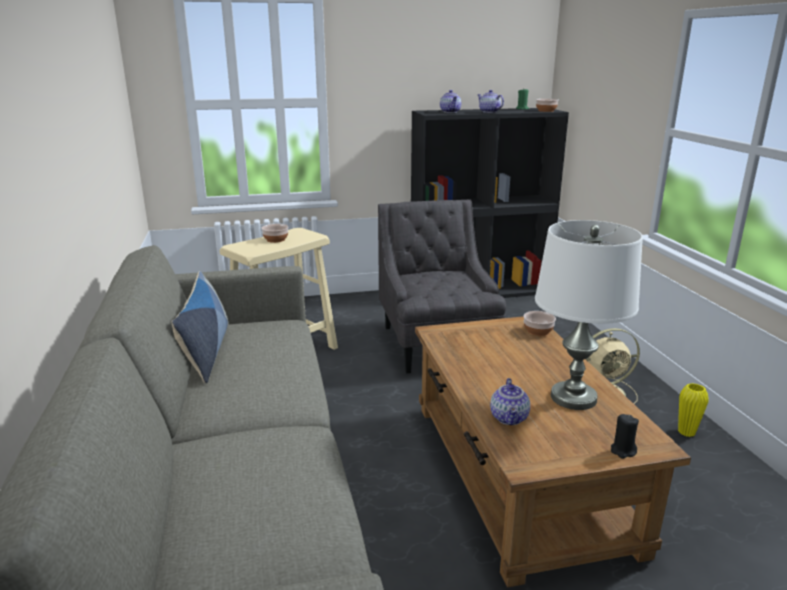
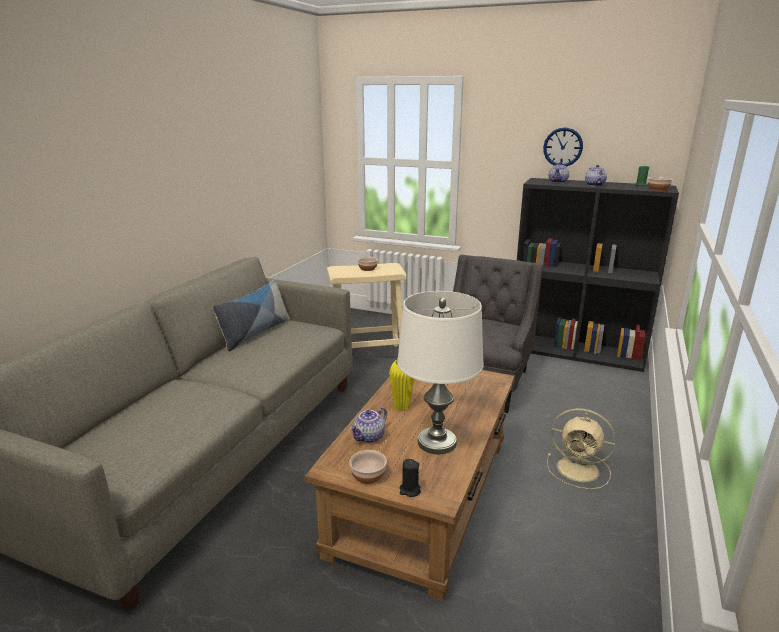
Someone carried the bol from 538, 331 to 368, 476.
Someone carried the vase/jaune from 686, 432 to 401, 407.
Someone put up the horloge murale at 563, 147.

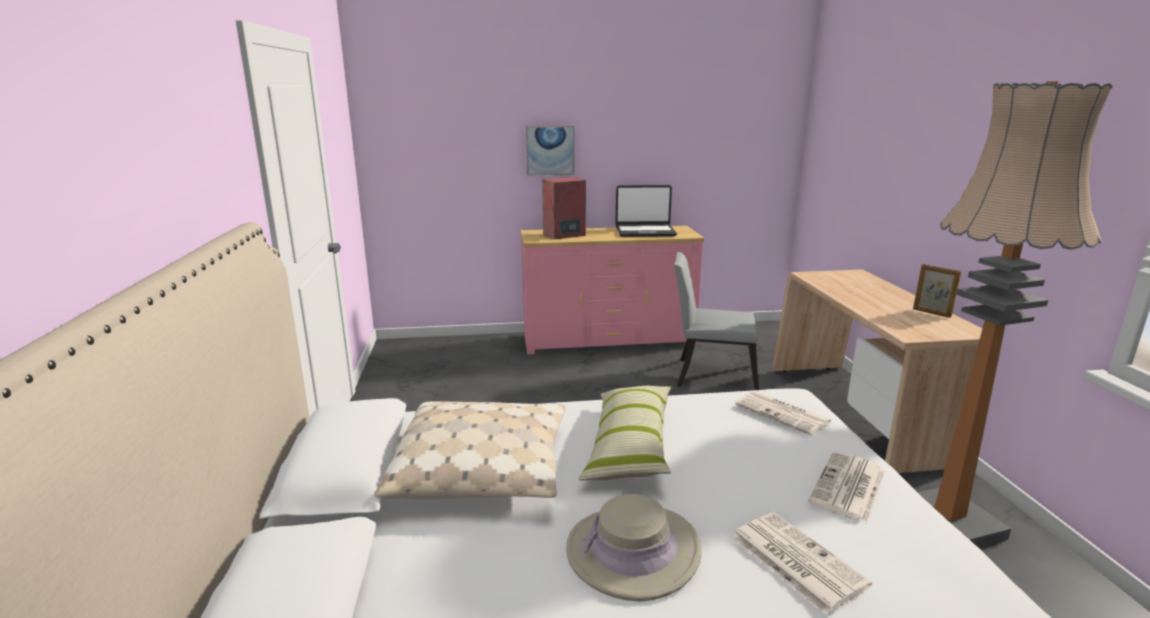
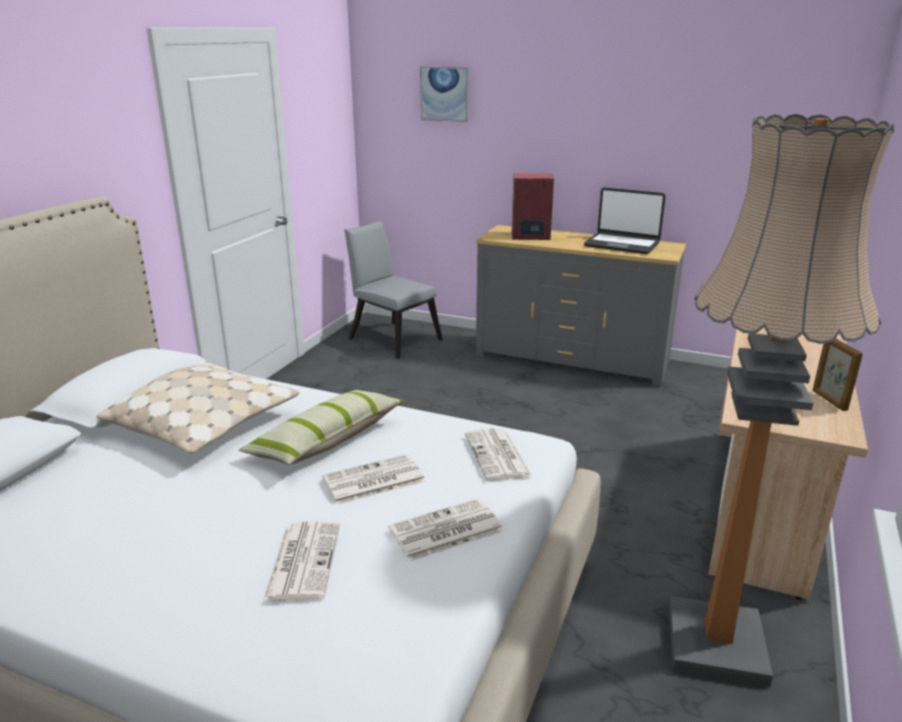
Someone put down the journal at 373, 481.
Someone carried the chaise/gris from 710, 375 to 392, 338.
Someone carried the tableau from 550, 150 to 444, 94.
Someone repainted the commode/rose at 607, 340, which became the commode/gris at 571, 358.
Someone took away the chapeau/beige at 633, 551.

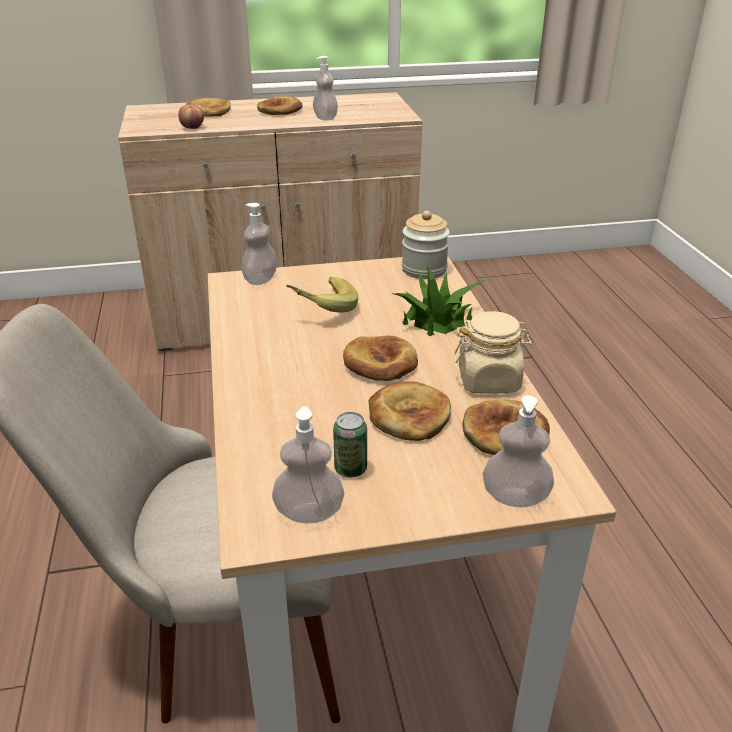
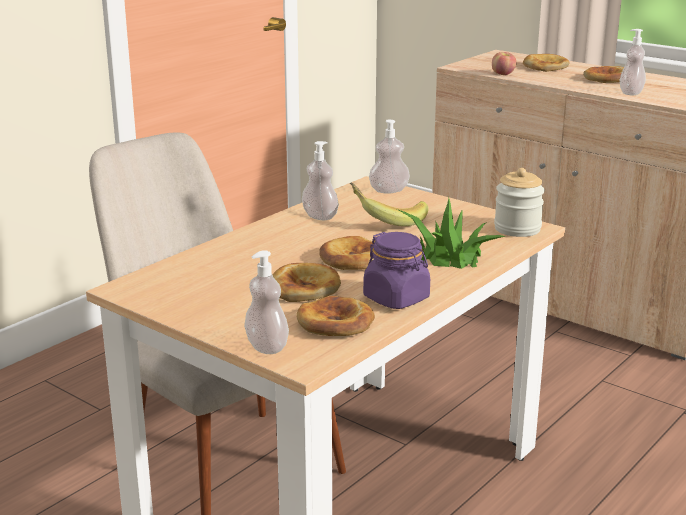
Someone carried the distributeur de savon from 309, 513 to 320, 216.
Someone repainted the bocal/beige at 489, 380, which became the bocal/violet at 396, 298.
Someone took away the boîte métallique at 350, 469.

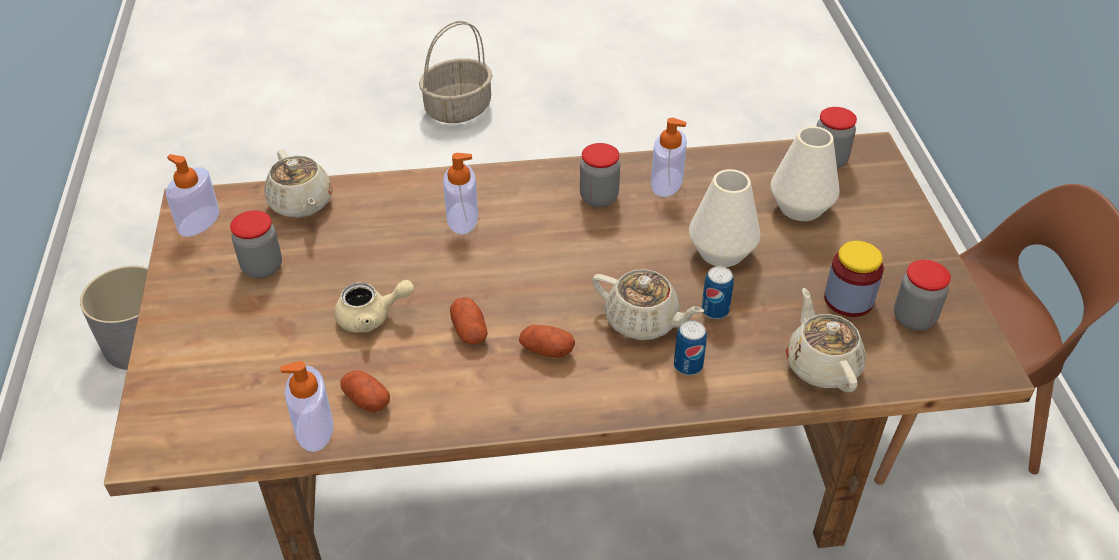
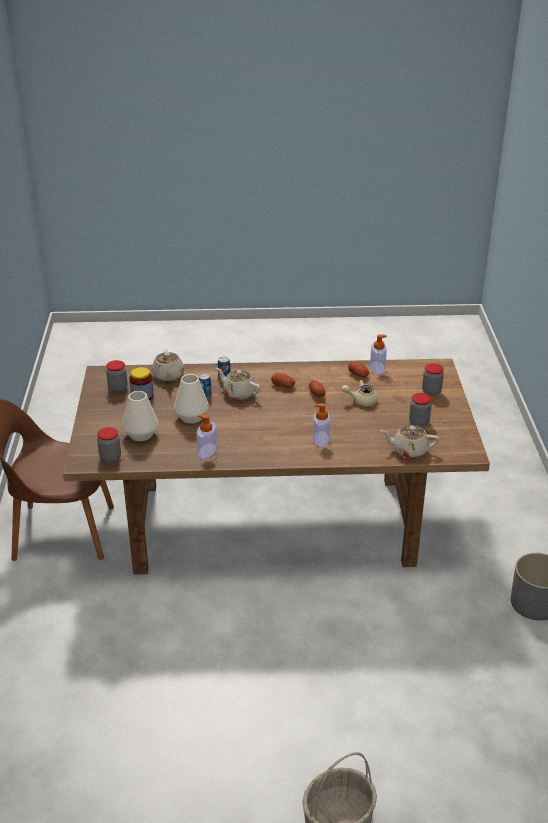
Someone rotated the théière/beige at 301, 204 by 60 degrees counterclockwise.
Someone carried the bocal from 599, 198 to 431, 391.
Someone took away the distributeur de savon at 199, 221.

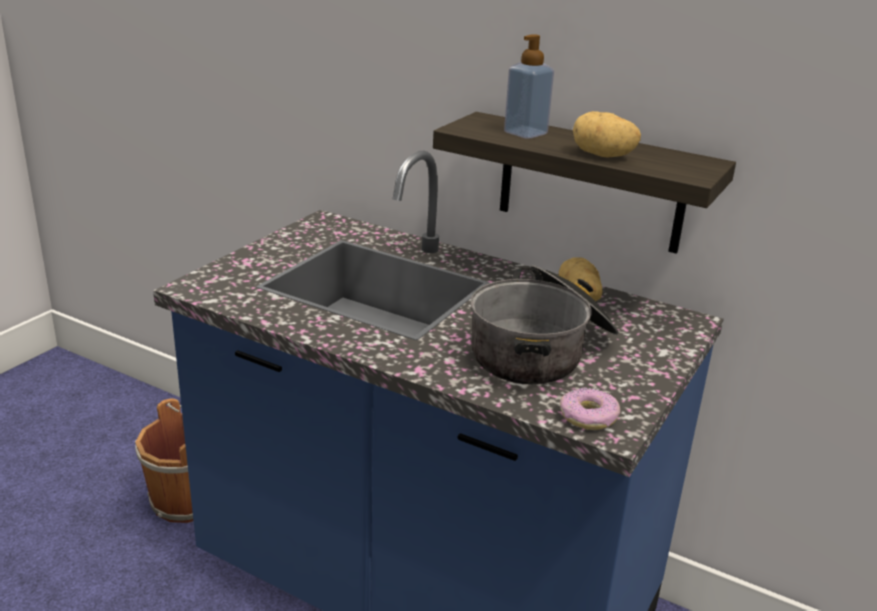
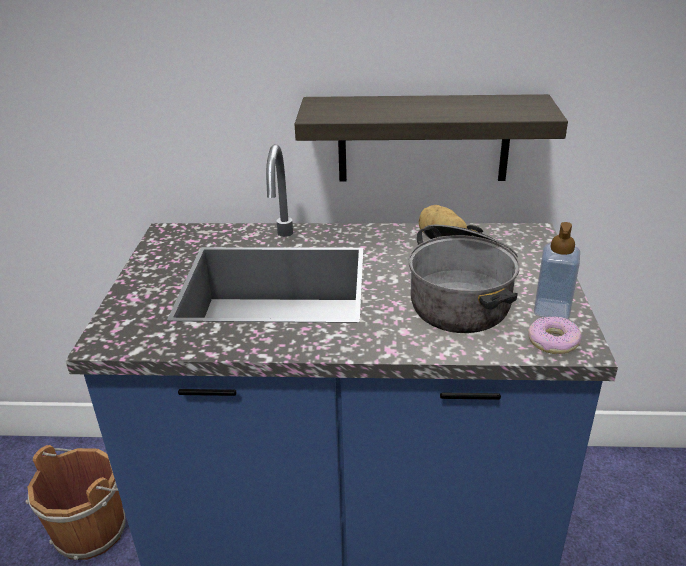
Someone carried the distributeur de savon from 525, 133 to 551, 309.
Someone took away the pomme de terre at 602, 155.

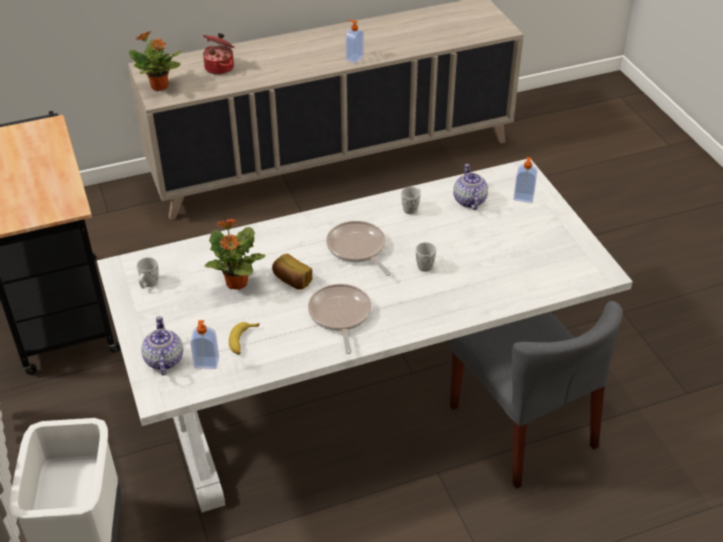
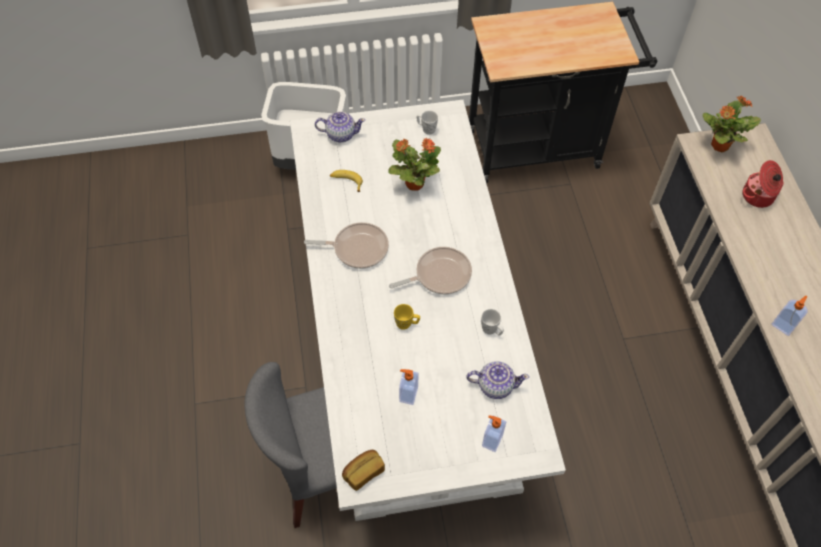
Someone carried the pain from 292, 280 to 363, 472.
Someone repainted the mug/blanc at 424, 264, which became the mug/jaune at 407, 324.
Someone carried the distributeur de savon from 206, 363 to 407, 394.

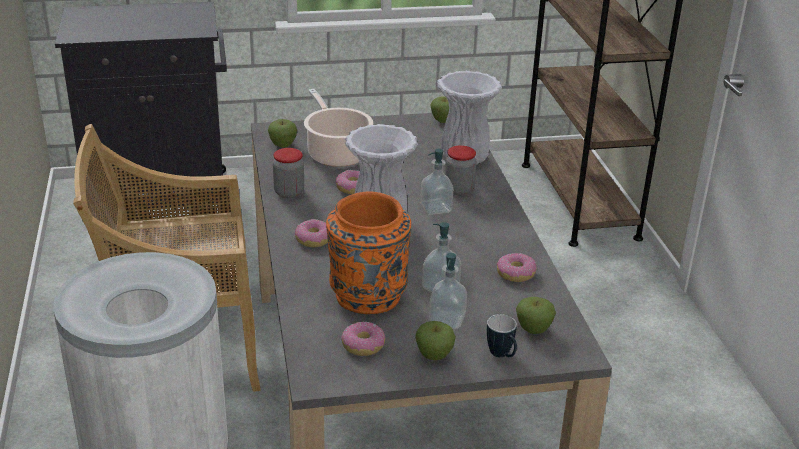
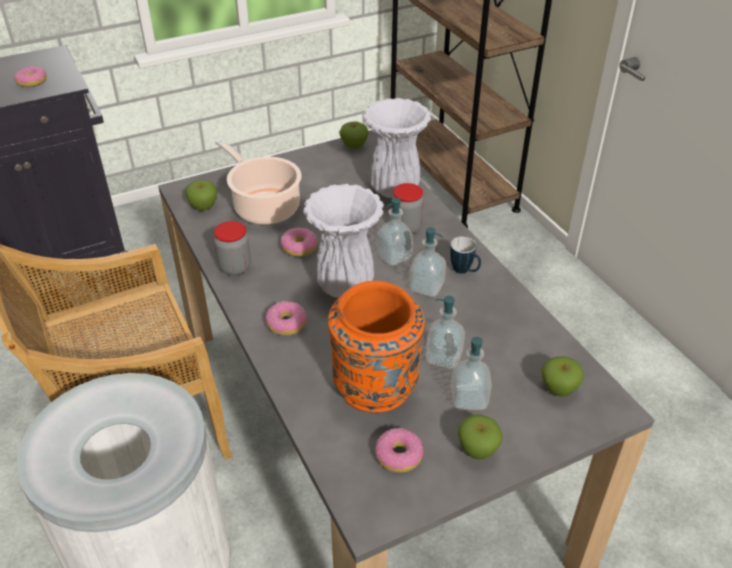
Someone carried the beignet from 516, 273 to 32, 82.
Someone put down the distributeur de savon at 426, 287.
Someone carried the mug from 502, 356 to 464, 271.

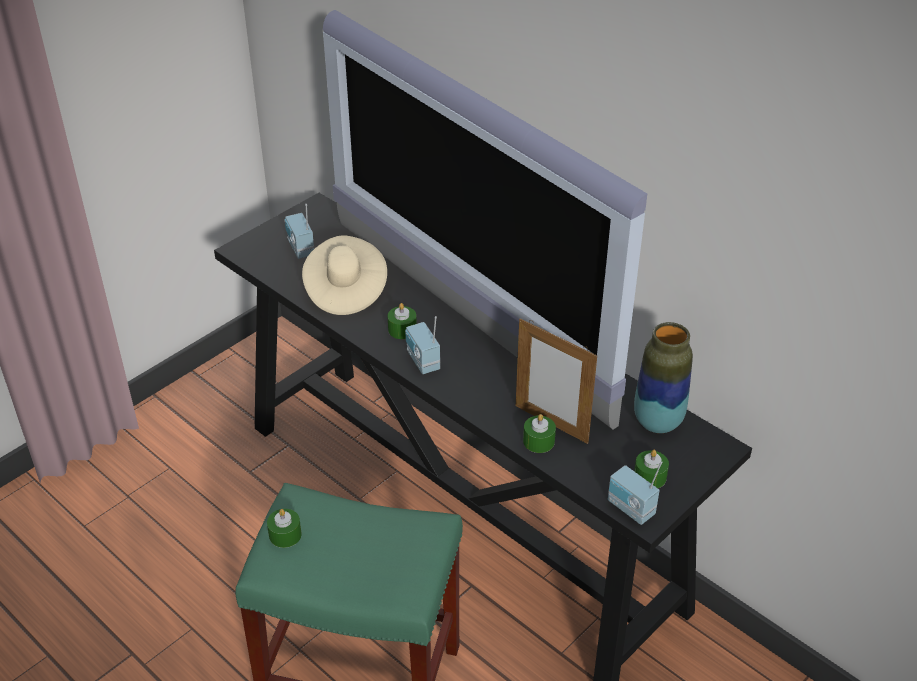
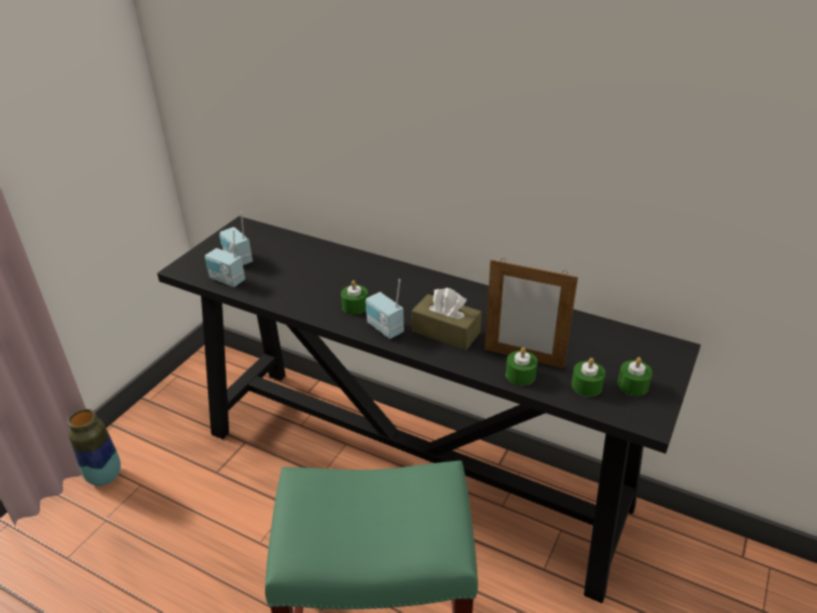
Someone carried the vase from 657, 421 to 105, 476.
Someone carried the radio from 630, 509 to 226, 280.
Someone put down the boîte à mouchoirs/marron at 446, 332.
Someone carried the bougie/vert from 285, 535 to 586, 386.
Someone took away the chapeau/beige at 345, 290.
Someone took away the téléviseur at 464, 320.

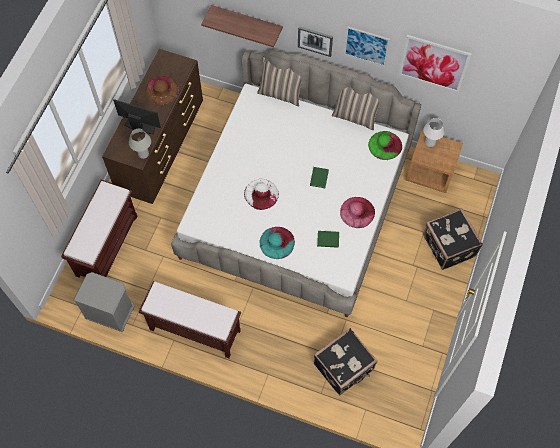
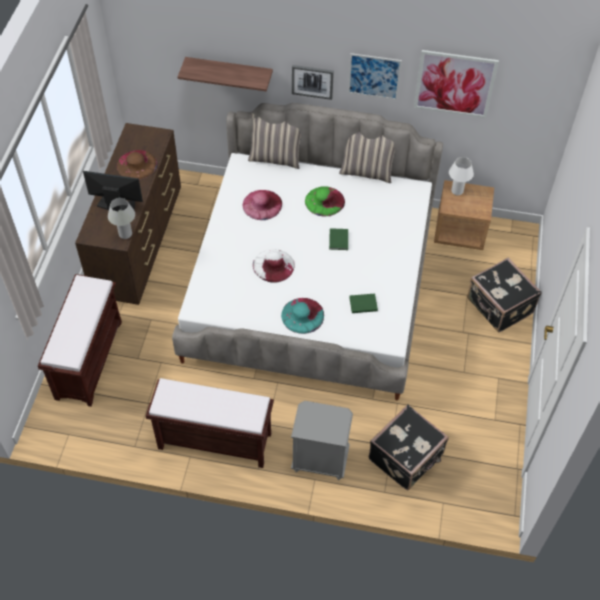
Someone carried the chapeau/rose from 357, 212 to 262, 204.
Someone carried the table de chevet/gris from 111, 314 to 319, 460.
Someone carried the chapeau/vert from 385, 145 to 324, 201.

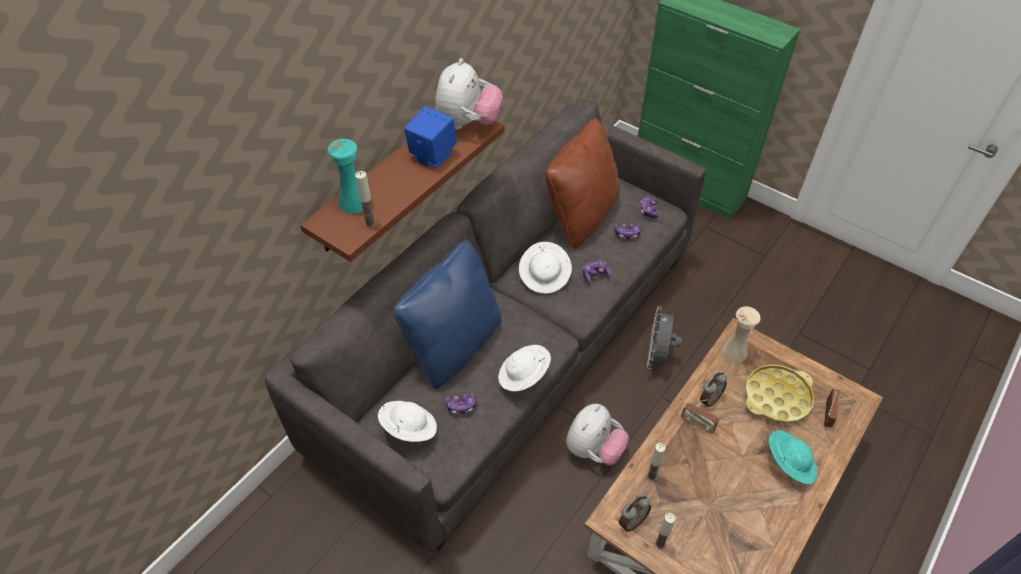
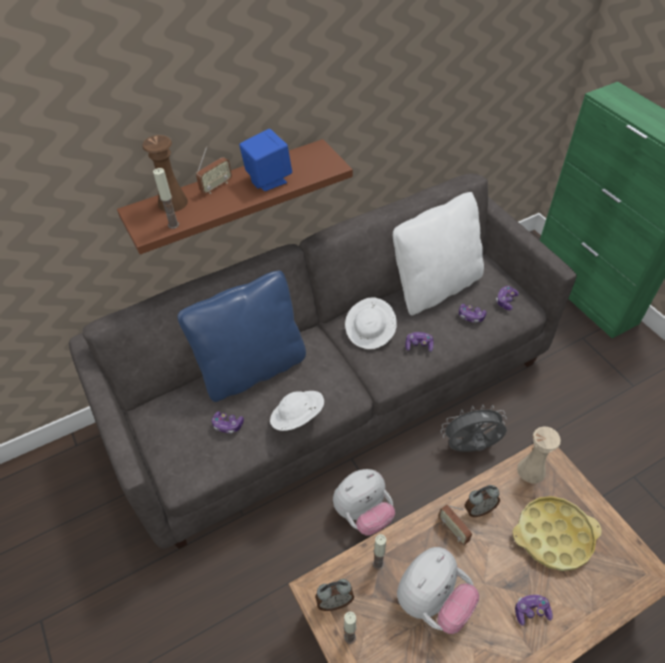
Someone repainted the vase/turquoise at 353, 202, which became the vase/marron at 172, 202.
Someone carried the radio from 827, 415 to 216, 186.
Someone repainted the coussin/marron at 581, 216, which became the coussin/blanc at 435, 287.
Someone carried the peluche from 468, 123 to 432, 601.
Someone rotated the ventilateur/gris at 658, 357 by 45 degrees clockwise.
Someone swapped the chapeau/turquoise at 788, 463 for the manette at 531, 611.
Someone took away the chapeau/blanc at 408, 428.

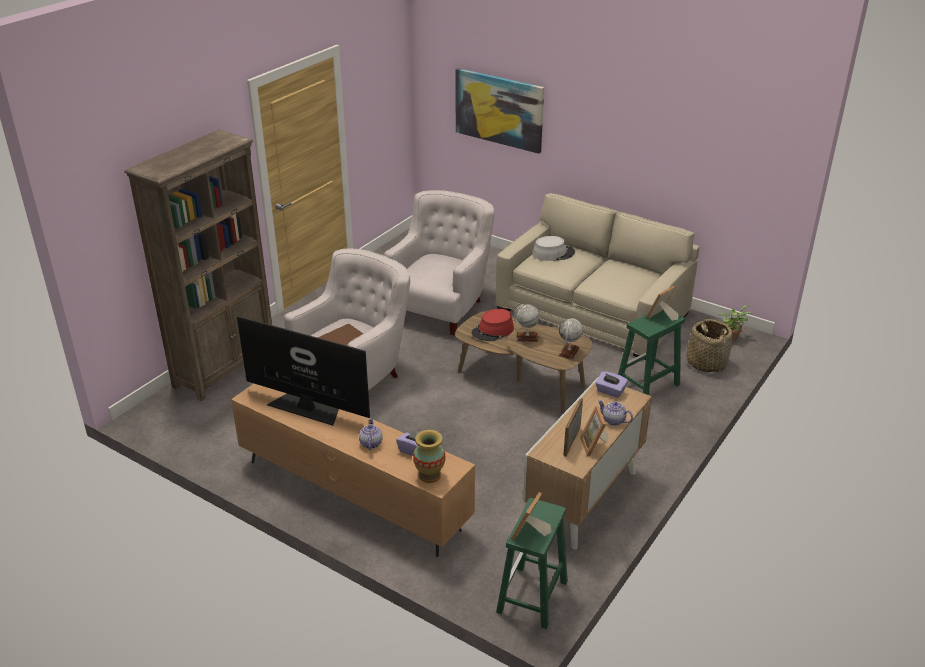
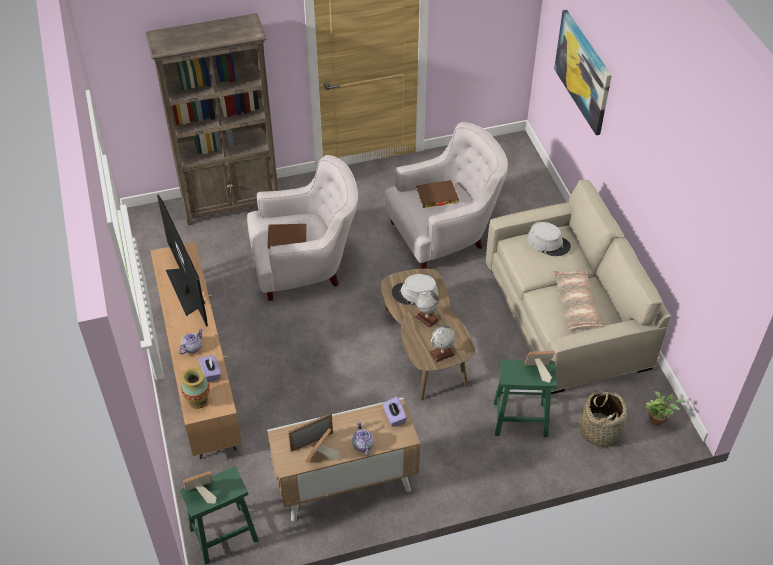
Someone repainted the chapeau/rouge at 493, 331, which became the chapeau/gris at 415, 294.
Someone put down the livre/marron at 437, 196.
Someone put down the coussin at 577, 306.

